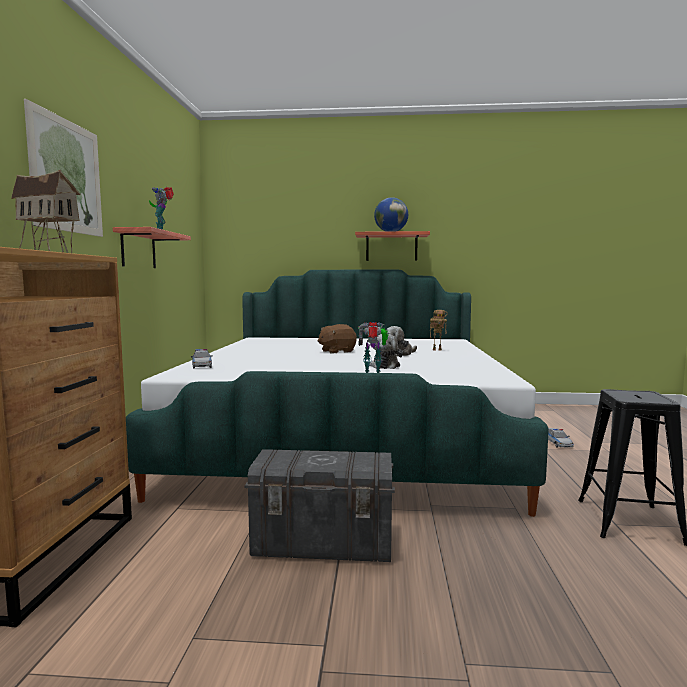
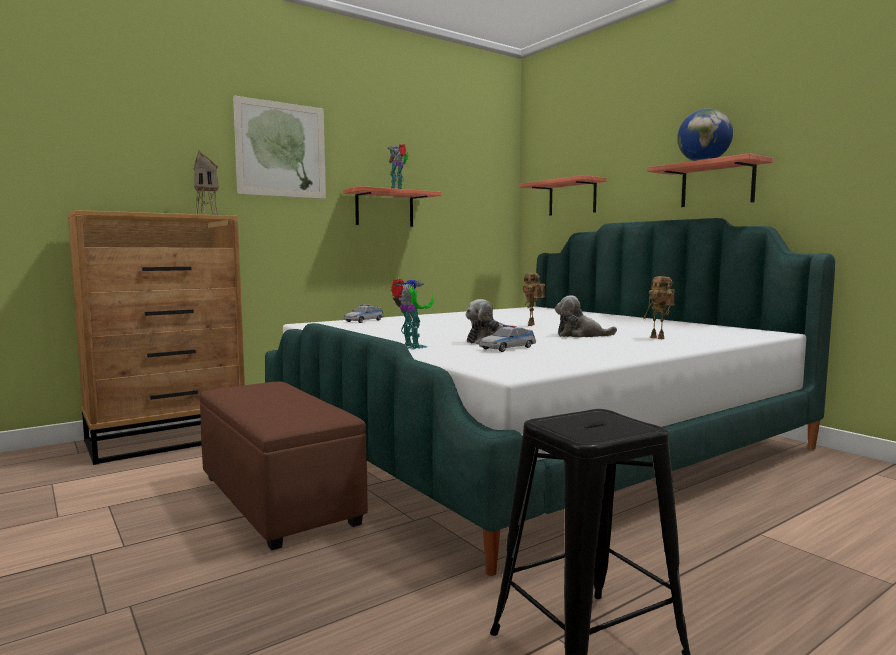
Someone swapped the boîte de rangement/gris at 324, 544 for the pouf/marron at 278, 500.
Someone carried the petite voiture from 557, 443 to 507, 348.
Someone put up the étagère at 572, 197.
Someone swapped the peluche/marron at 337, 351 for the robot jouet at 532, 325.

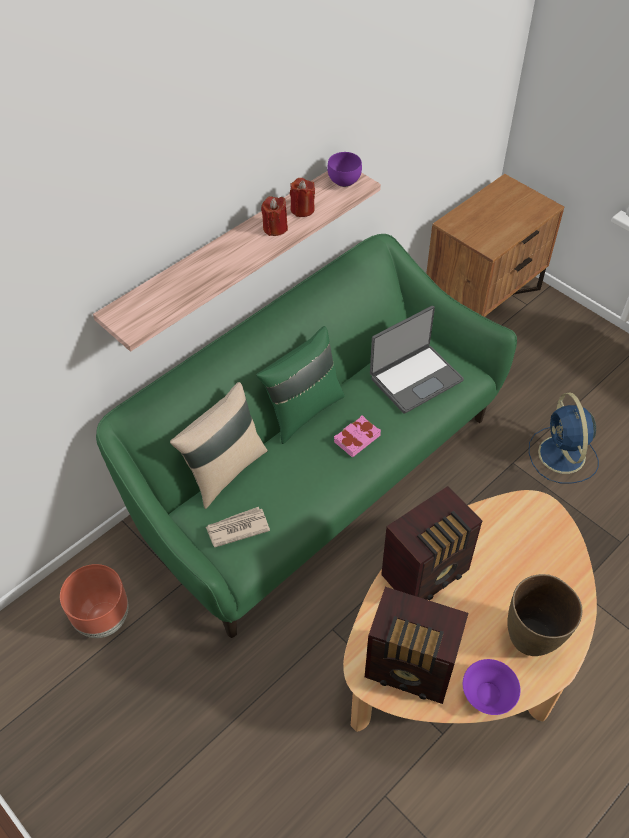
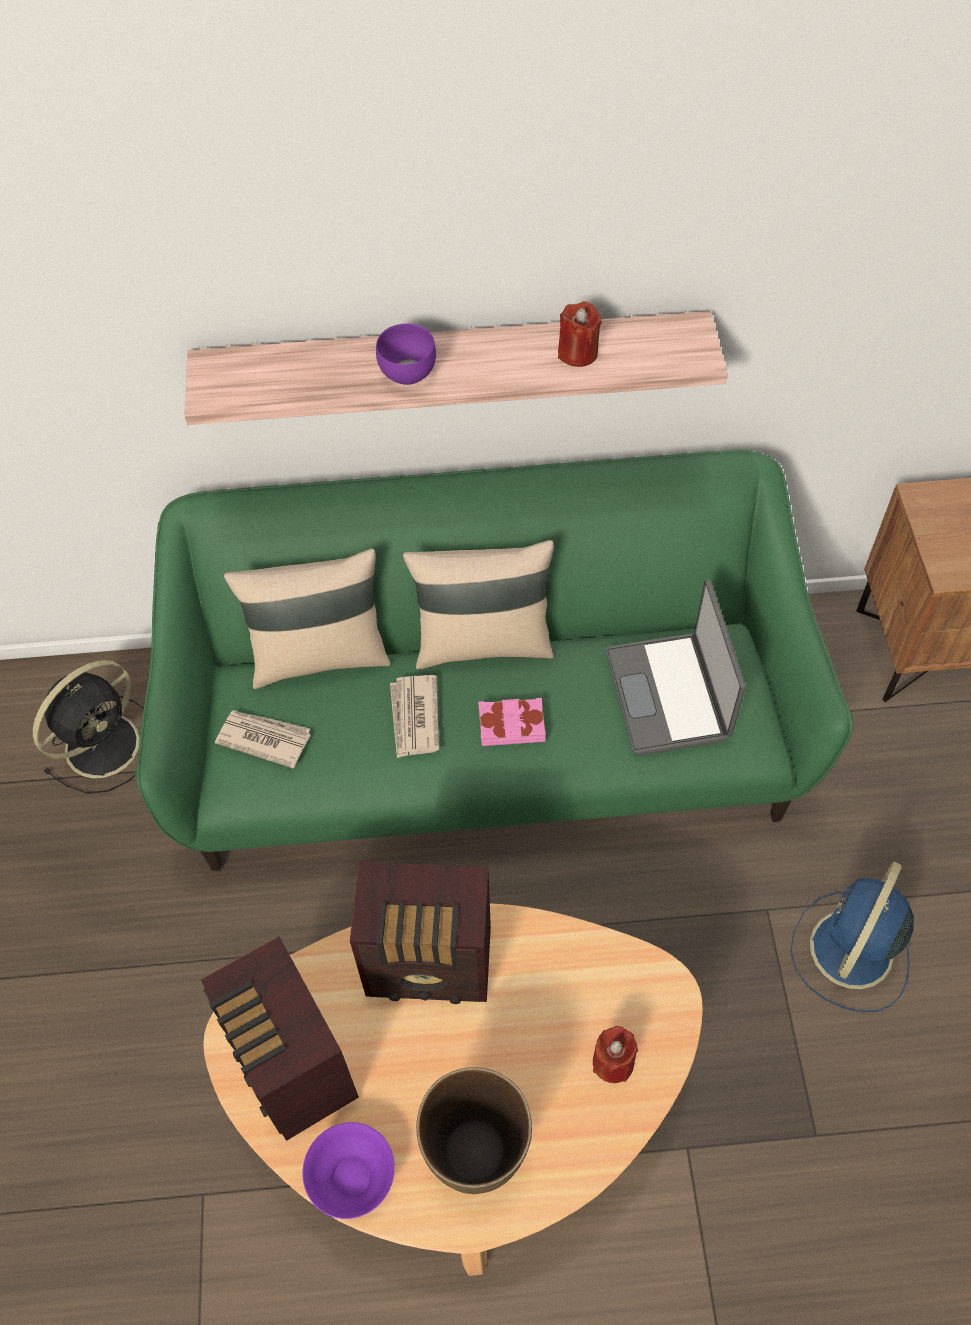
Someone swapped the cache-pot/marron at 103, 618 for the ventilateur/noir at 105, 743.
Someone carried the bol/violet from 344, 182 to 406, 374.
Someone put down the journal at 414, 718.
Someone repainted the coussin/vert at 303, 411, which became the coussin/beige at 483, 642.
Someone carried the bougie/rouge from 275, 228 to 613, 1062.
Someone rotated the ordinateur portable at 415, 378 by 75 degrees clockwise.

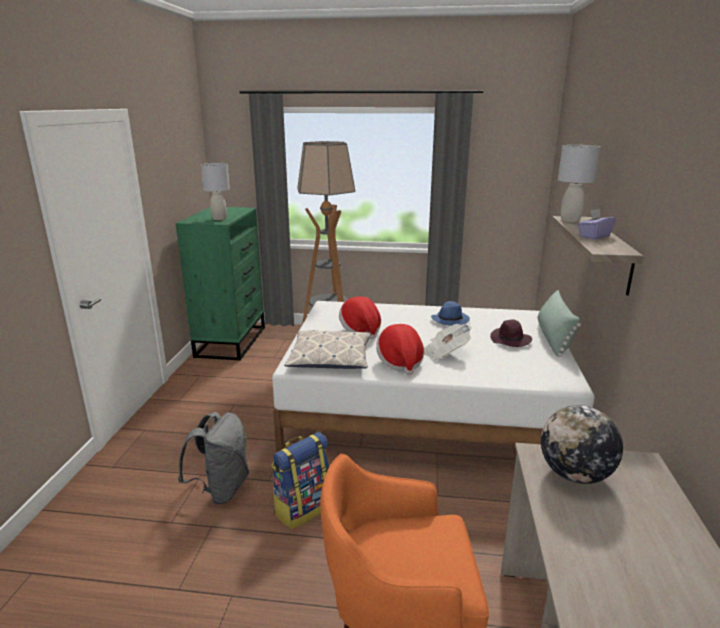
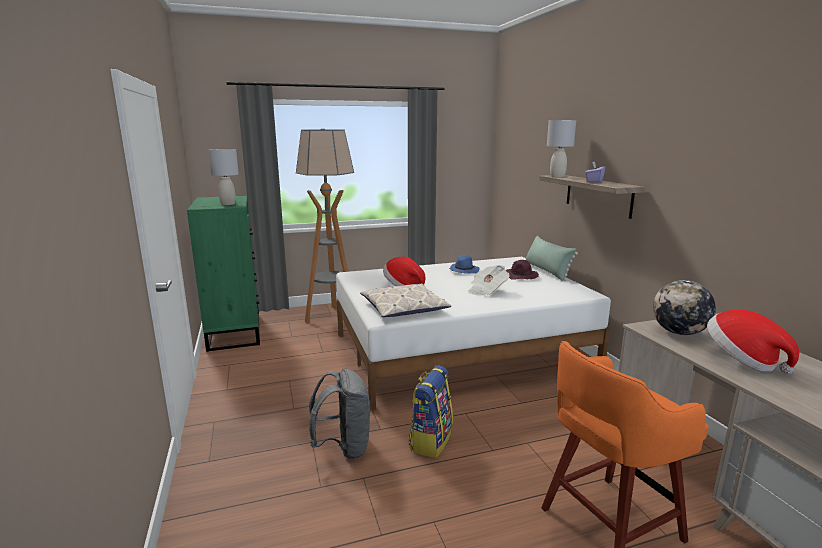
Someone carried the chapeau from 400, 362 to 742, 360.

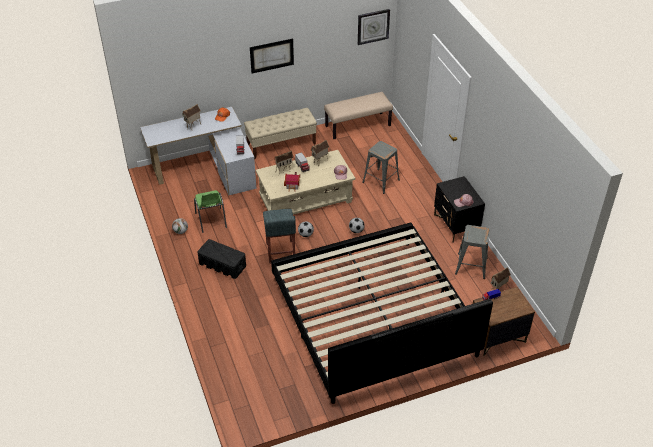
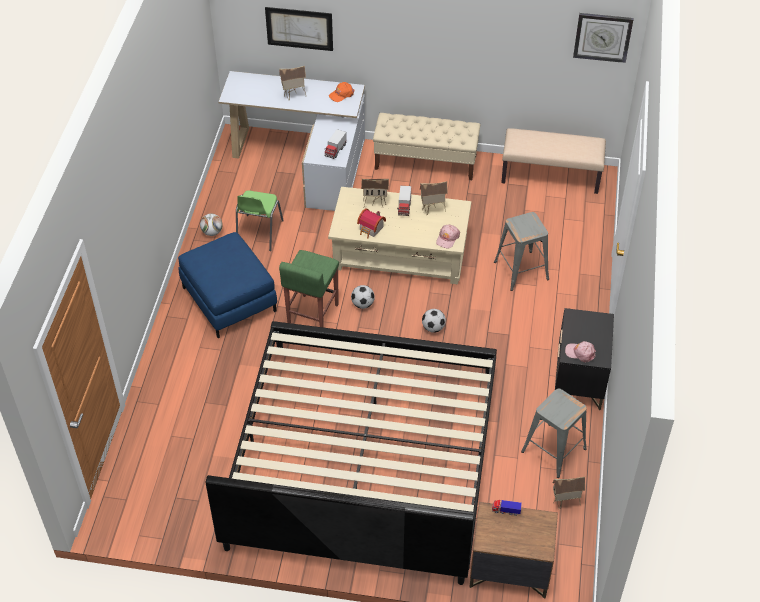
Someone swapped the boîte de rangement/noir at 222, 265 for the pouf/bleu at 229, 299.
Someone carried the tableau from 272, 55 to 299, 28.
Someone repainted the tabouret/gris at 280, 252, which became the tabouret/vert at 312, 314.

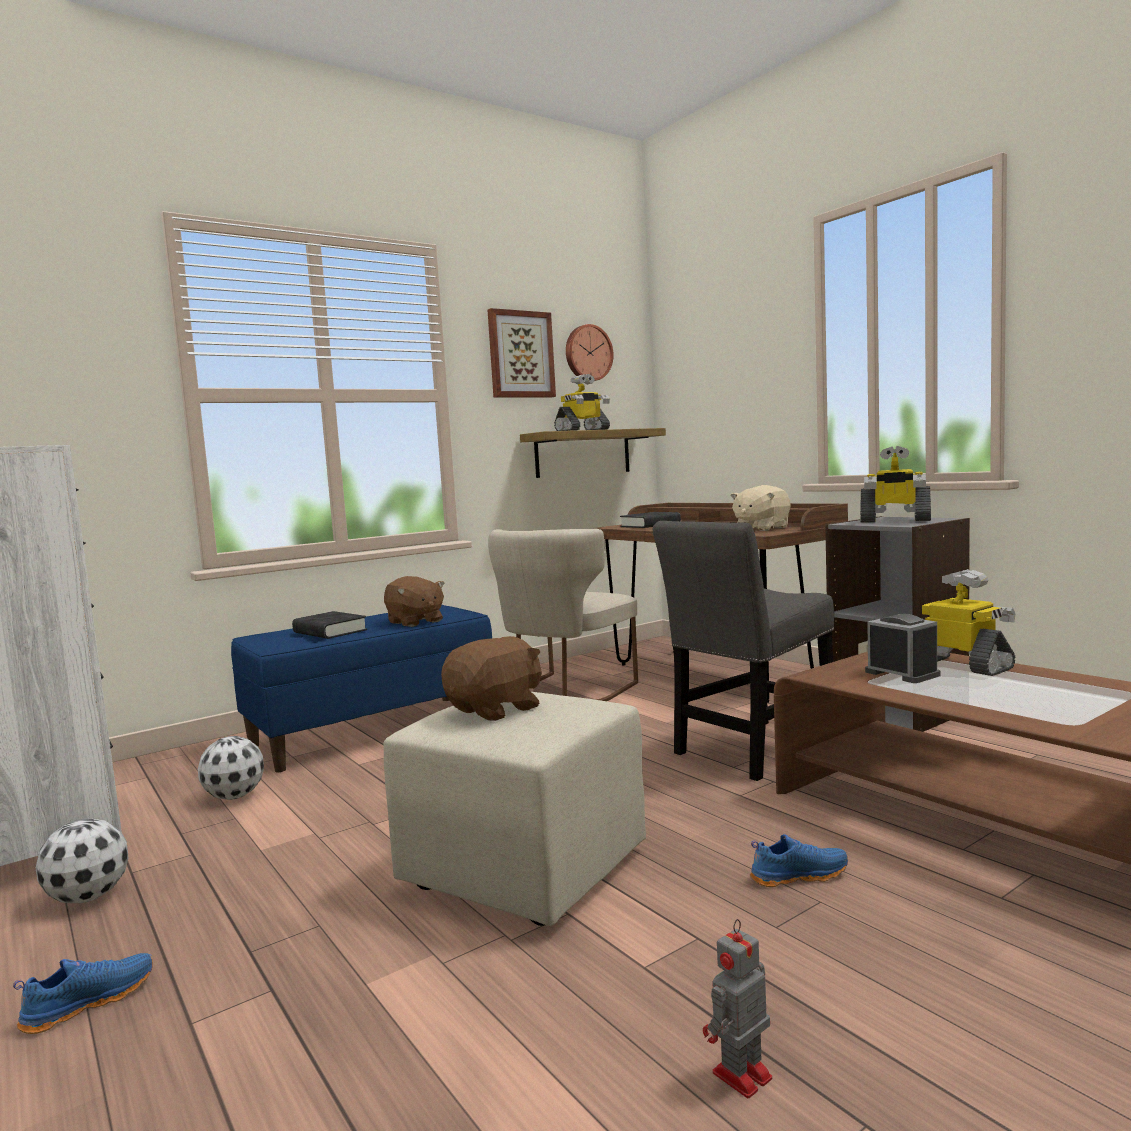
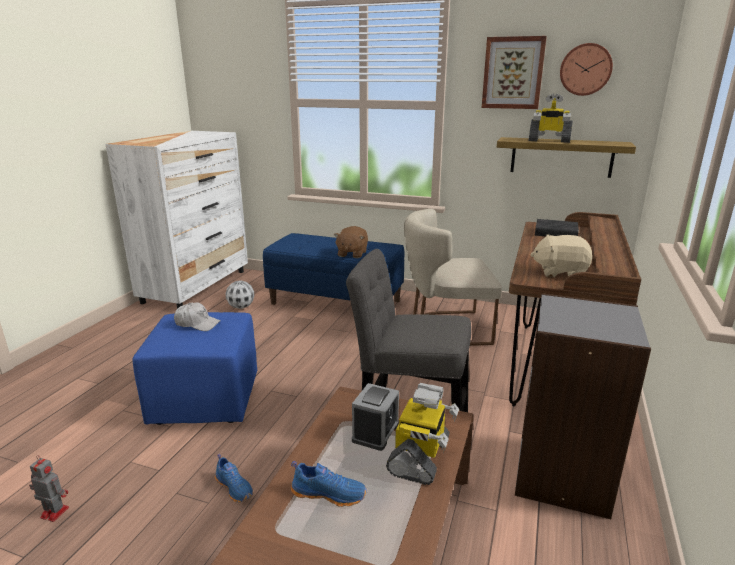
Someone repainted the pouf/beige at 521, 869, which became the pouf/bleu at 205, 399.
Someone swapped the peluche/marron at 496, 709 for the casquette/blanc at 197, 323.
Someone carried the chaussure/bleu from 89, 1002 to 329, 493.
Someone took away the ballon de foot at 88, 897.
Someone took away the livre/noir at 330, 631.
Someone took away the robot jouet at 894, 520.

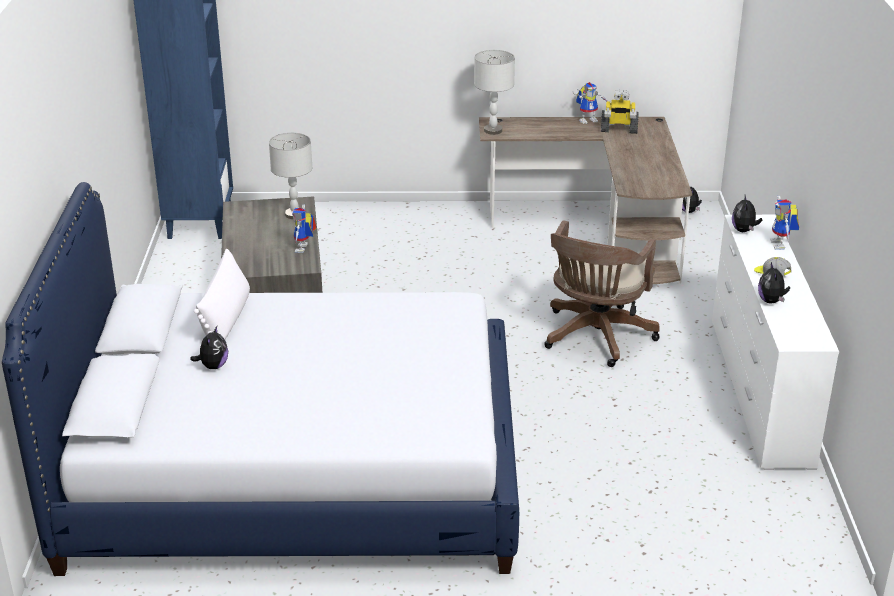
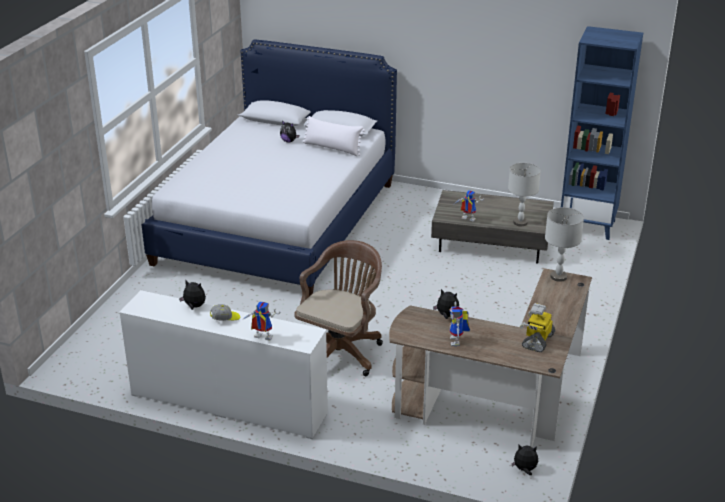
Someone rotated the chaise de bureau/marron at 595, 338 by 75 degrees clockwise.
Someone carried the peluche from 744, 230 to 446, 316.
Someone carried the robot jouet from 588, 120 to 458, 342.

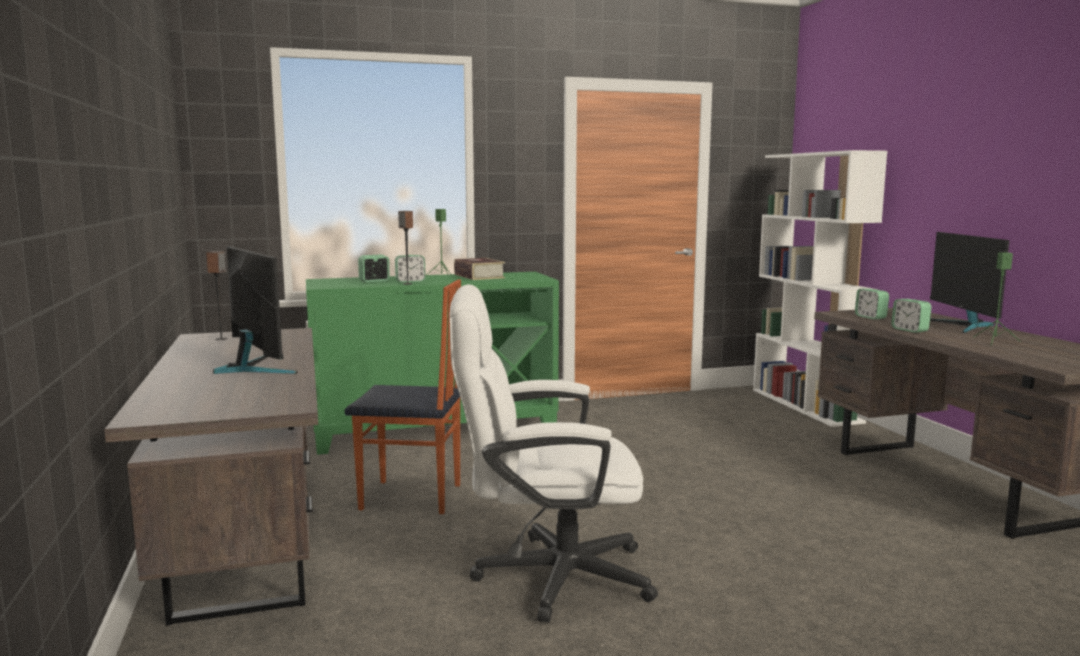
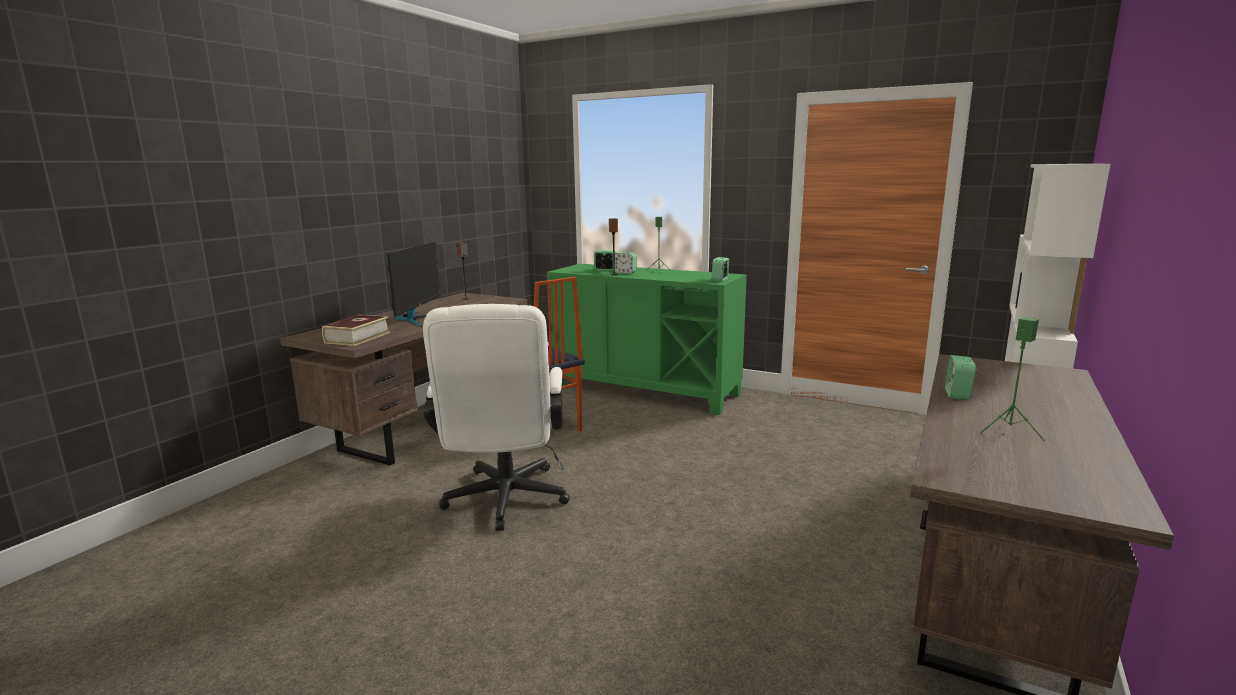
Someone carried the livre from 479, 276 to 357, 337.
Someone rotated the chaise de bureau/blanc at 546, 576 by 135 degrees counterclockwise.
Someone carried the réveil from 870, 317 to 720, 280.
Someone took away the écran d'ordinateur at 964, 326.

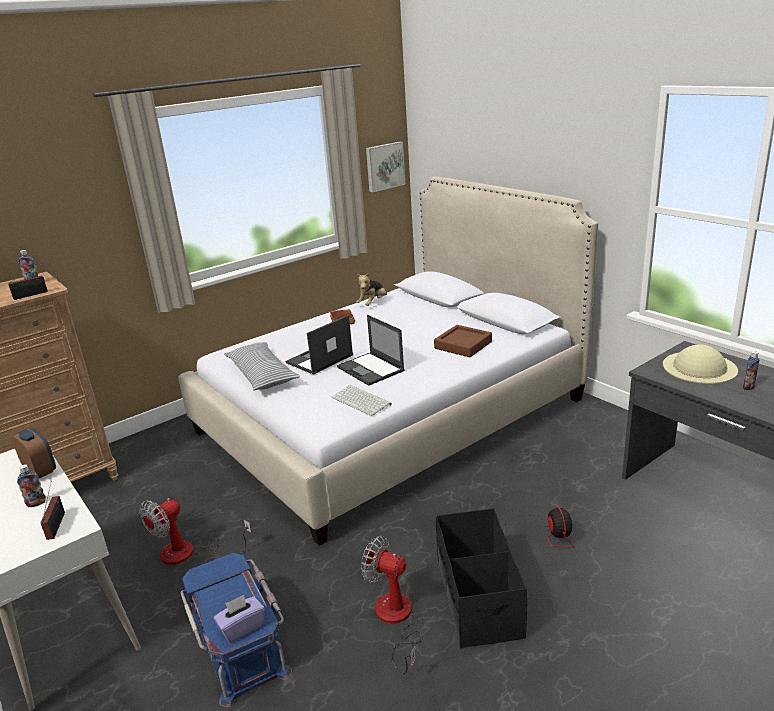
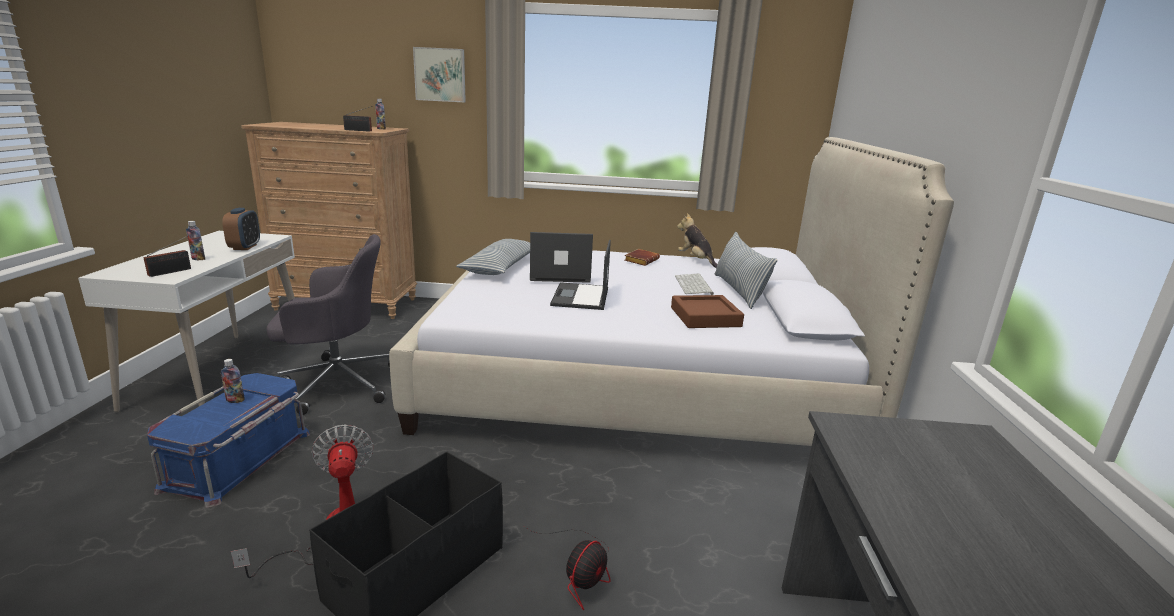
Someone carried the bouteille from 748, 387 to 235, 400.
Someone swapped the ventilateur at 189, 552 for the chaise de bureau/gris at 337, 383.
Someone carried the tableau from 384, 166 to 440, 75.
Someone carried the clavier from 362, 401 to 694, 285.
Someone rotated the peluche at 373, 303 by 75 degrees clockwise.
Someone put down the coussin at 739, 290.
Someone took away the boîte à mouchoirs/violet at 242, 627.
Someone took away the chapeau/beige at 699, 367.

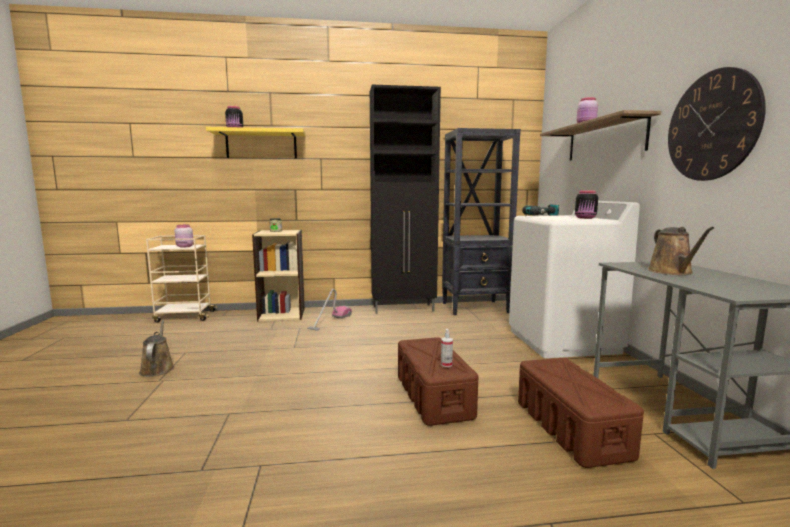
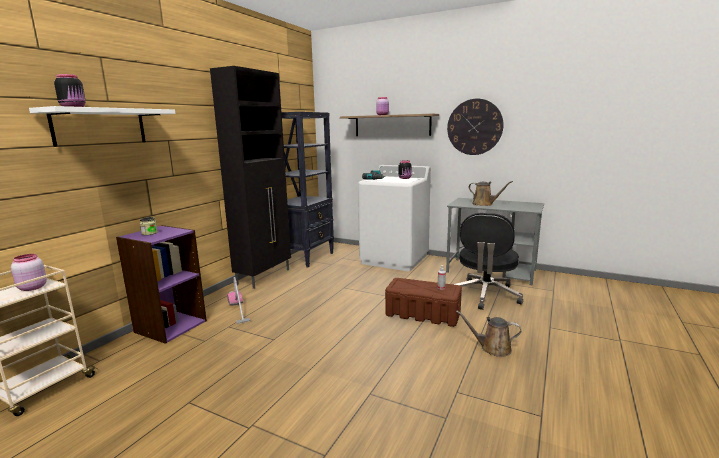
Someone repainted the étagère/jaune at 261, 145, which became the étagère/blanc at 100, 127.
Someone repainted the bibliothèque/beige at 282, 314, which became the bibliothèque/violet at 170, 326.
Someone swapped the boîte de rangement/marron at 570, 428 for the chaise de bureau/noir at 485, 295.
Someone carried the arrosoir/marron from 157, 368 to 492, 348.

